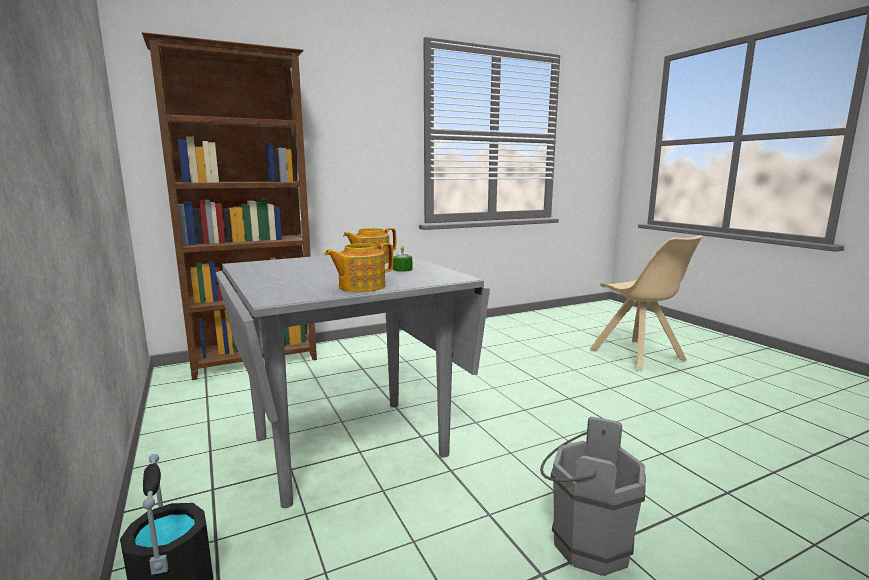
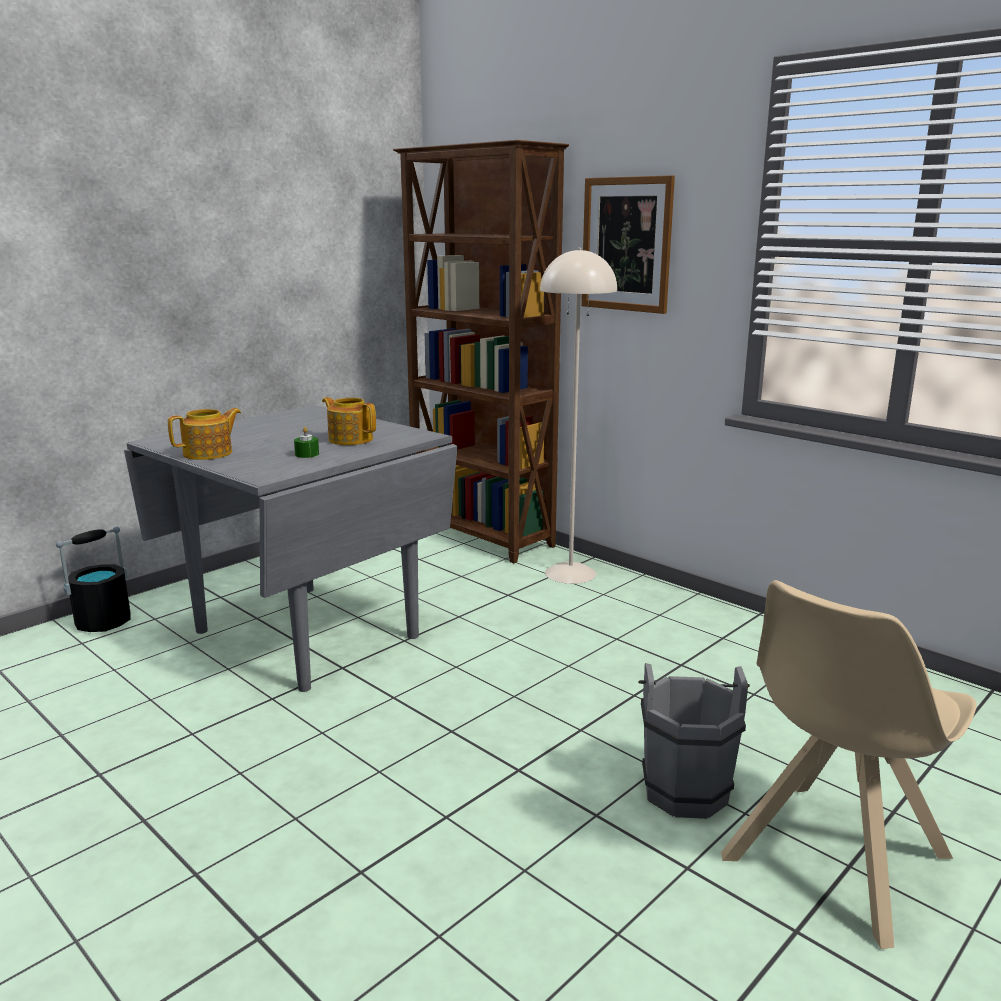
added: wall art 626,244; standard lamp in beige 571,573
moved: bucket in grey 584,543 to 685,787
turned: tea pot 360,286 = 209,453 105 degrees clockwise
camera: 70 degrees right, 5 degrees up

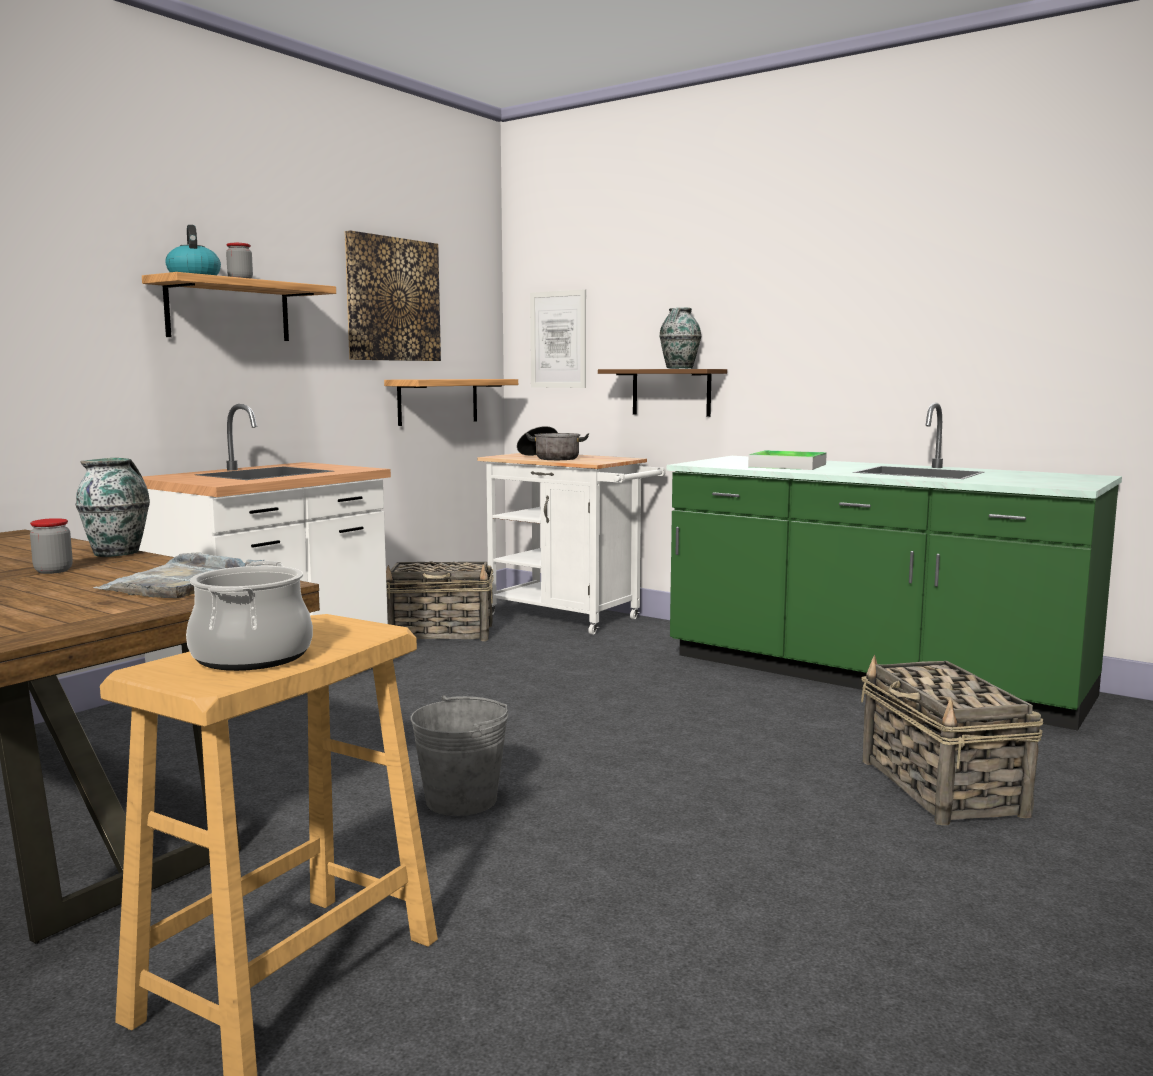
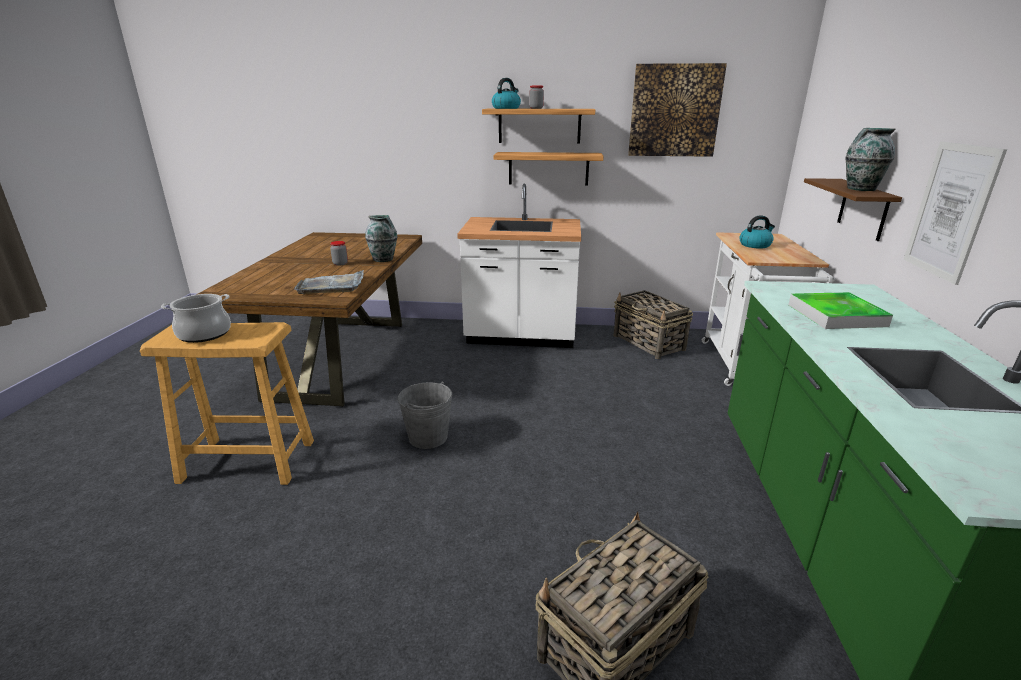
moved: wall art 558,339 to 950,211; bracket shelf 438,401 to 548,168
replaced: stockpot 550,458 to tea kettle 755,245
camera: 60 degrees right, 15 degrees up

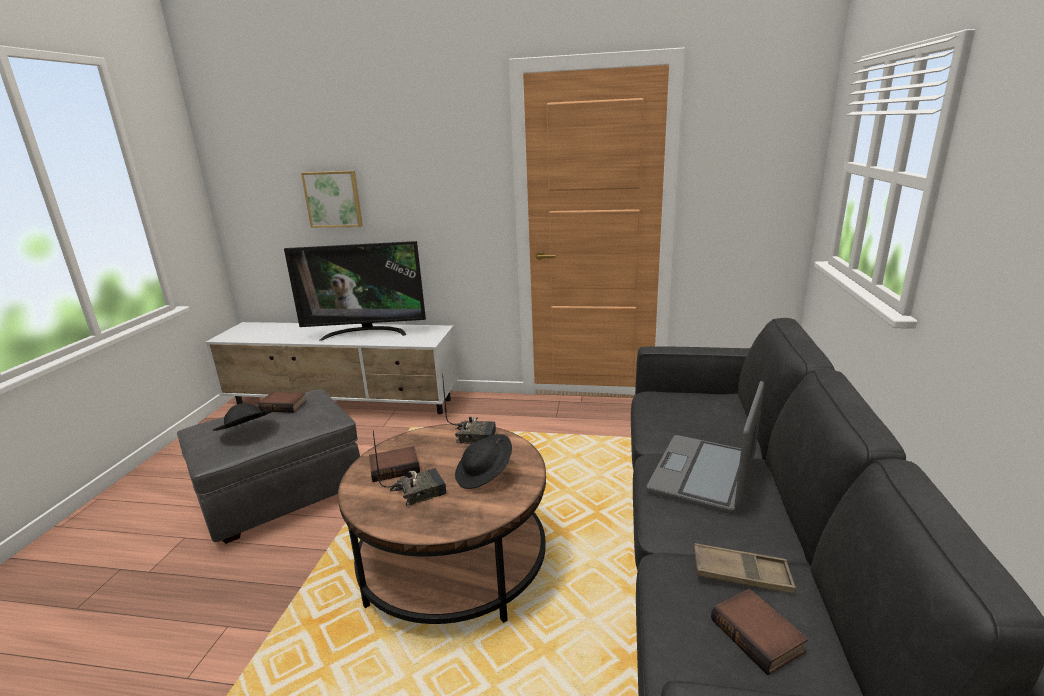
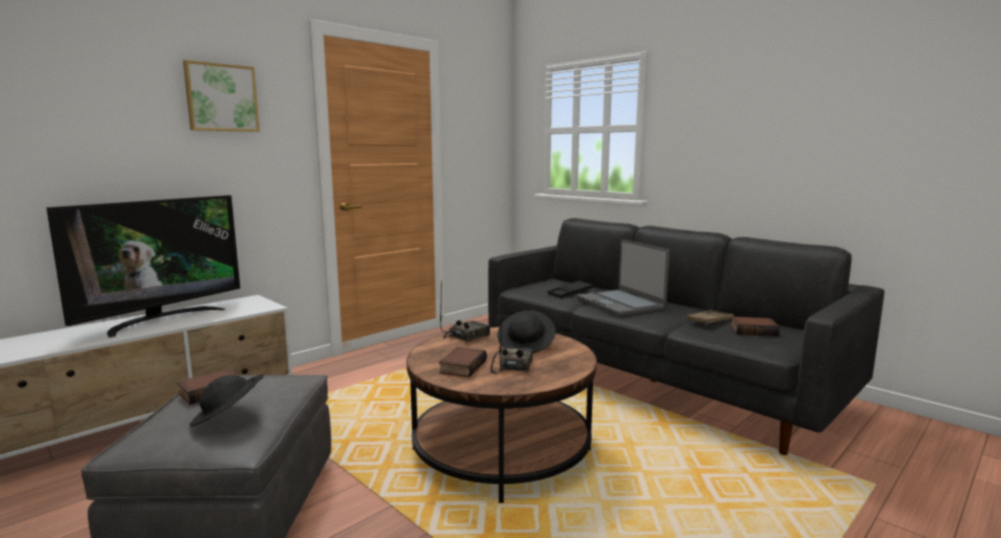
added: carrying tray in black-coloured 570,293
moved: wall art 333,199 to 221,98
camera: 55 degrees left, 10 degrees down

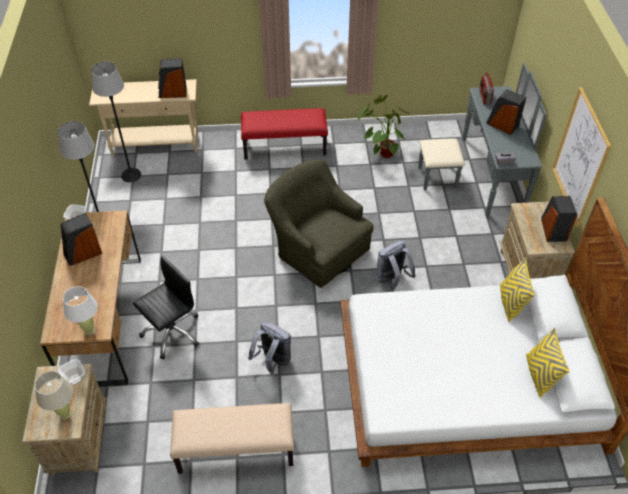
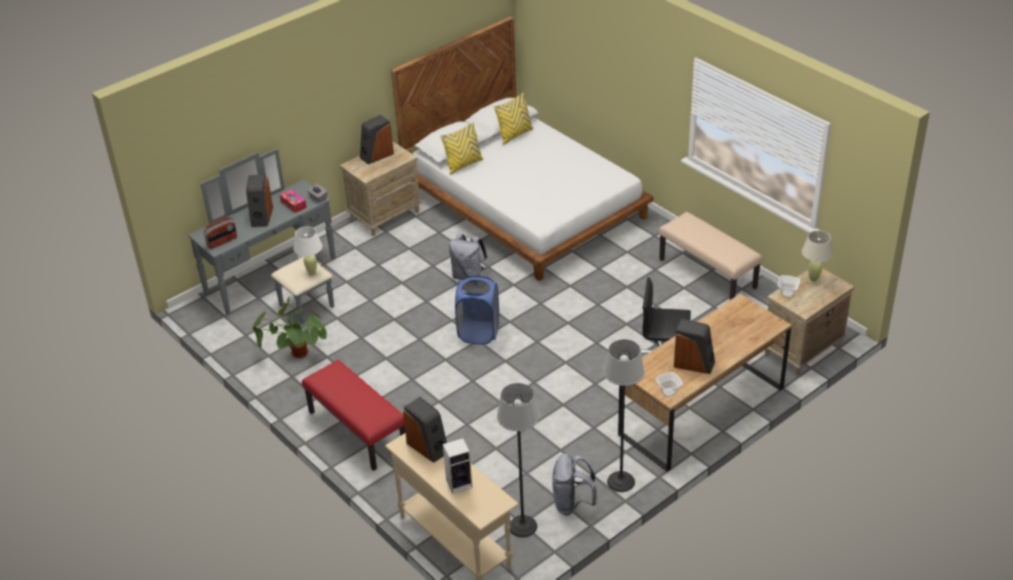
removed: wall art 580,158
added: box of tissues 293,204; loudspeaker 460,483
moved: tabletop lamp in whitish 89,330 to 312,273; rucksack in grey 273,361 to 572,504
replaced: lounge chair in greenish 317,248 to hamper in blue 478,333
camera: 125 degrees left, 10 degrees down

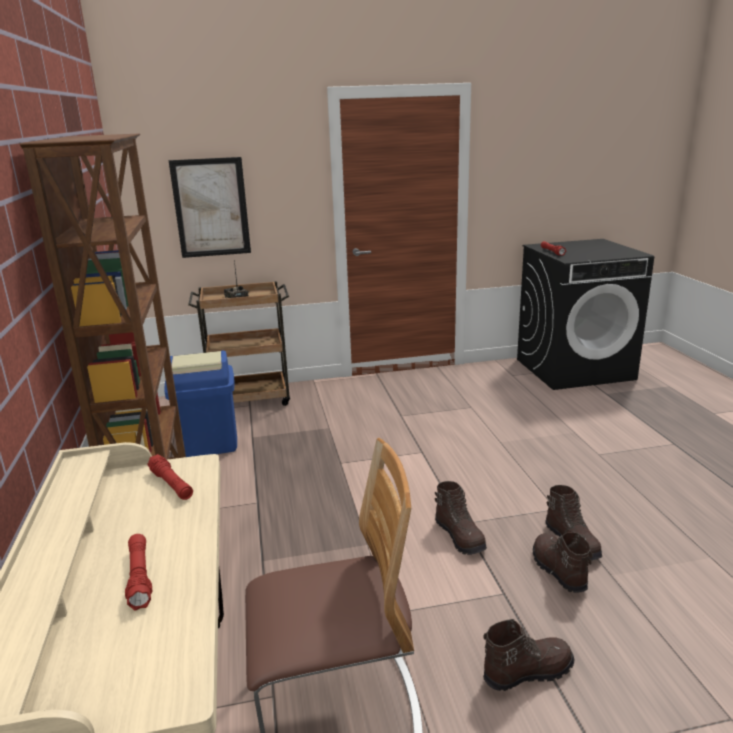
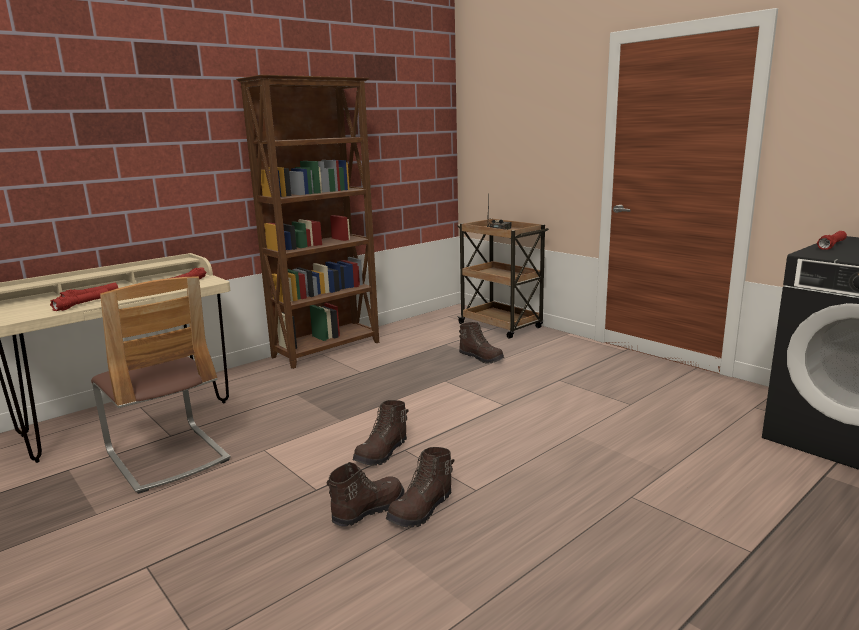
removed: wall art 211,208; rubbish bin in blue 208,443
added: torch in red 82,304
moved: tall boot in brown 527,671 to 481,358
camera: 60 degrees right, 5 degrees down

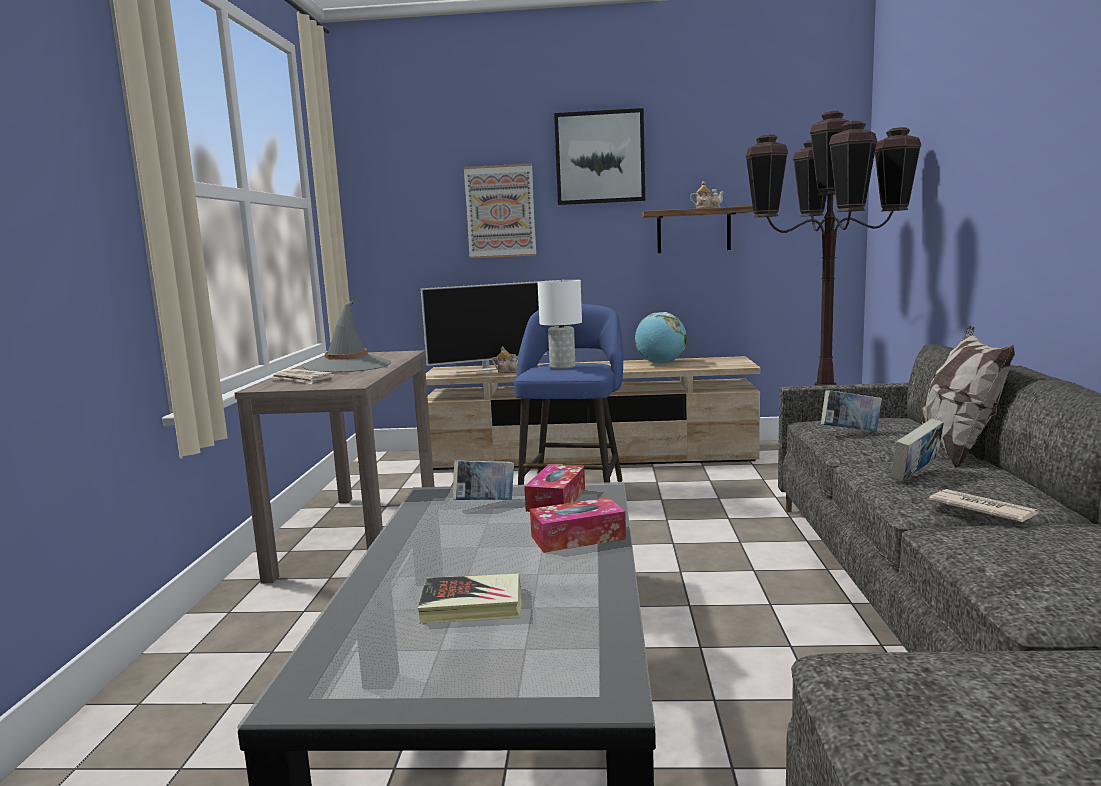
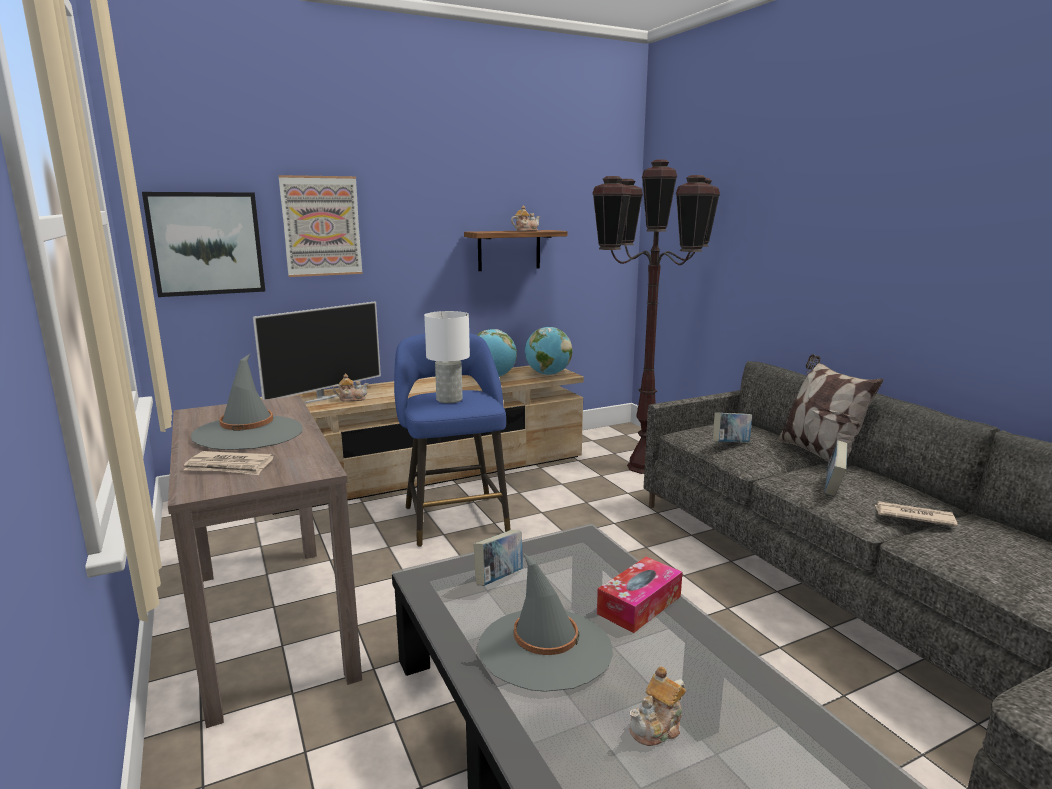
removed: box of tissues 556,500
added: globe 547,374; clothing hat in grey 545,648
moved: wall art 600,157 to 206,243
replaced: bound book 472,606 to tea pot 657,727
camera: 30 degrees left, 5 degrees up

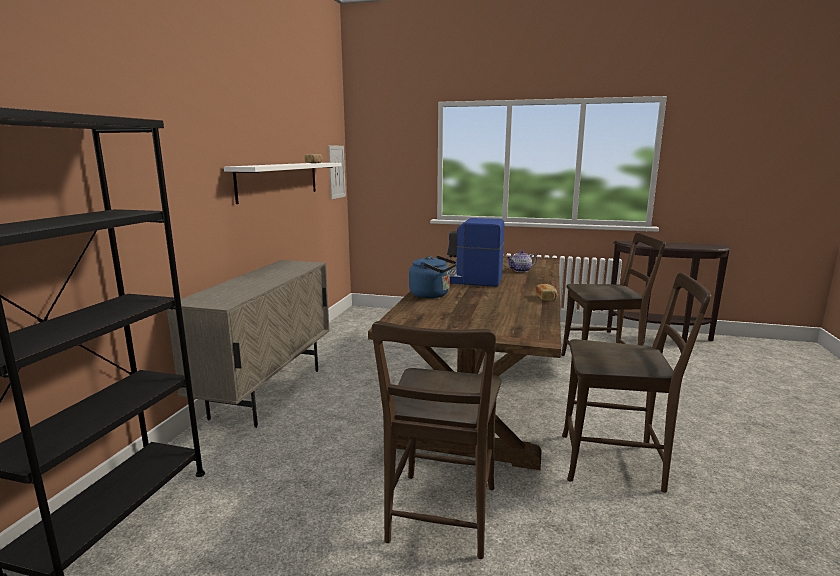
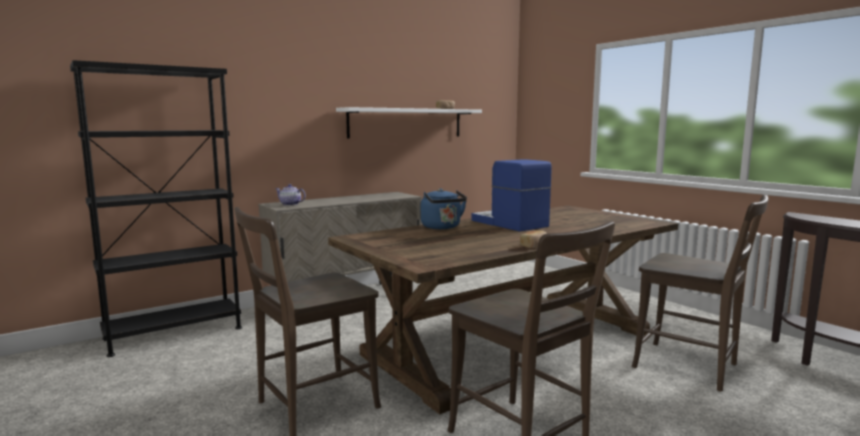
removed: wall art 336,172
moved: tea pot 521,270 to 290,204
camera: 40 degrees right, 5 degrees down

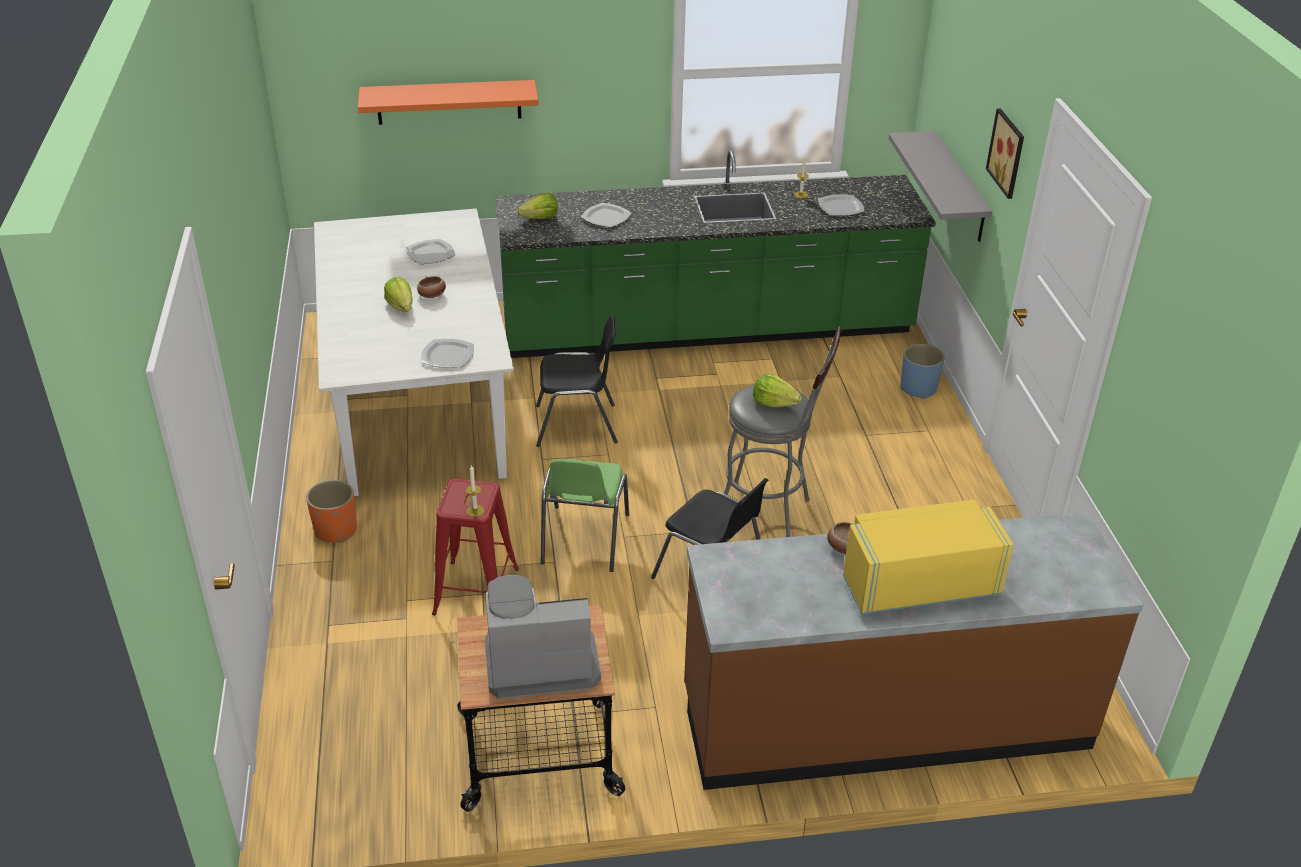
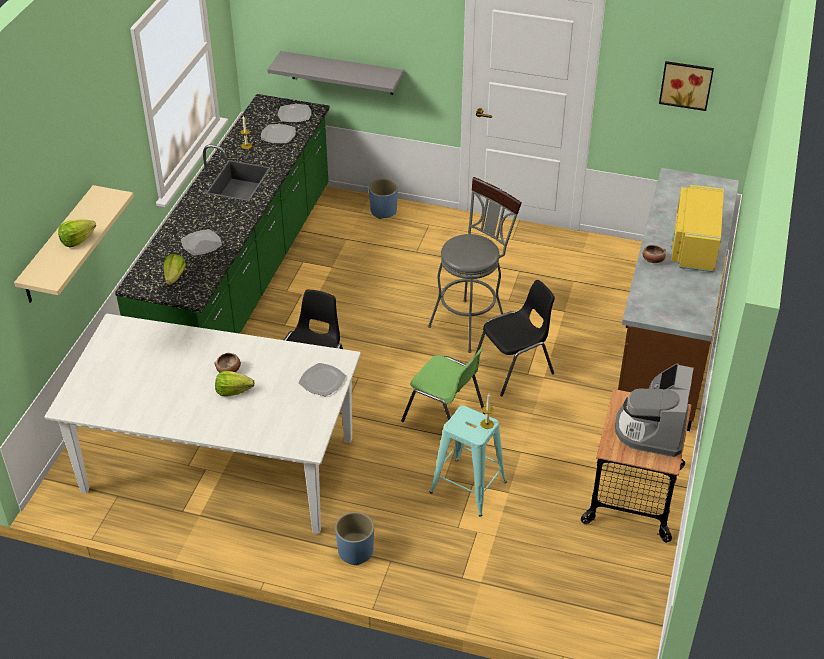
moved: wall art 1009,153 to 686,84; flat dish 430,253 to 294,114; head of lettuce 774,403 to 77,240
recoloured: bracket shelf in orange-coloured 449,102 to bracket shelf in beige 58,246; stool seat in red 476,591 to stool seat in turquoise 468,487; planter in orange-coloured 336,530 to planter in blue 355,551
camera: 65 degrees left, 5 degrees up

